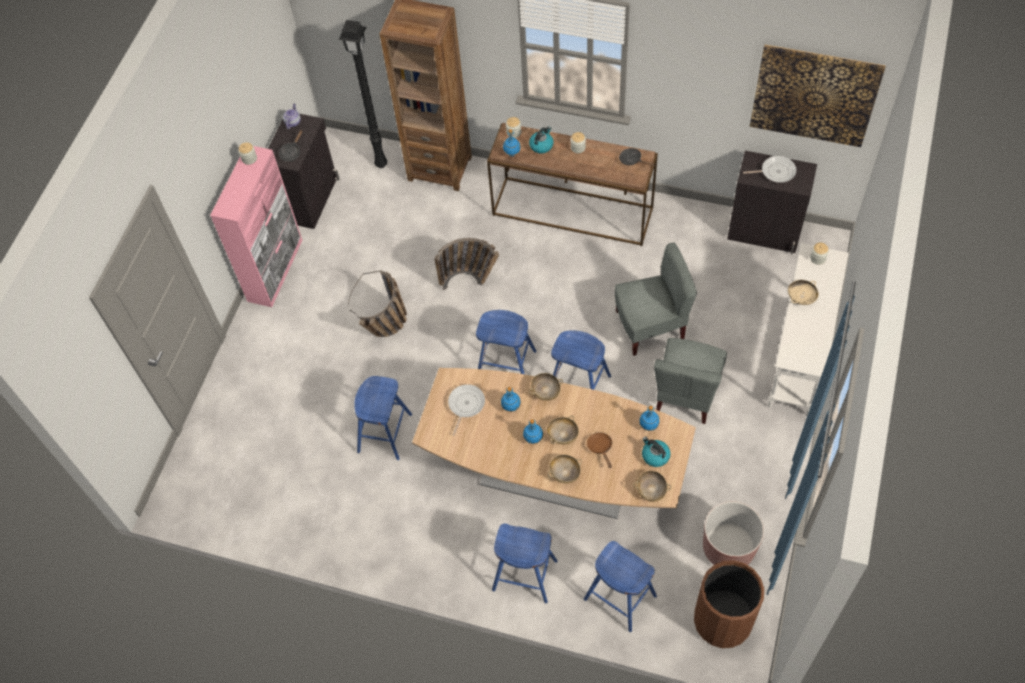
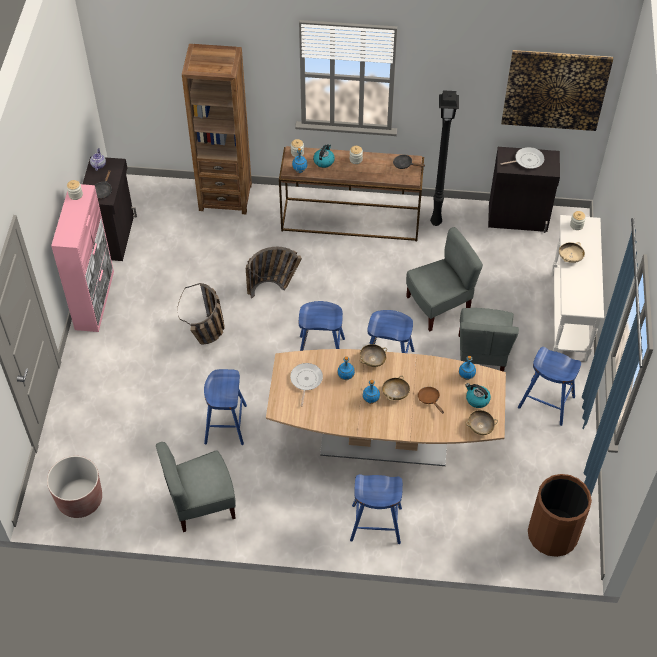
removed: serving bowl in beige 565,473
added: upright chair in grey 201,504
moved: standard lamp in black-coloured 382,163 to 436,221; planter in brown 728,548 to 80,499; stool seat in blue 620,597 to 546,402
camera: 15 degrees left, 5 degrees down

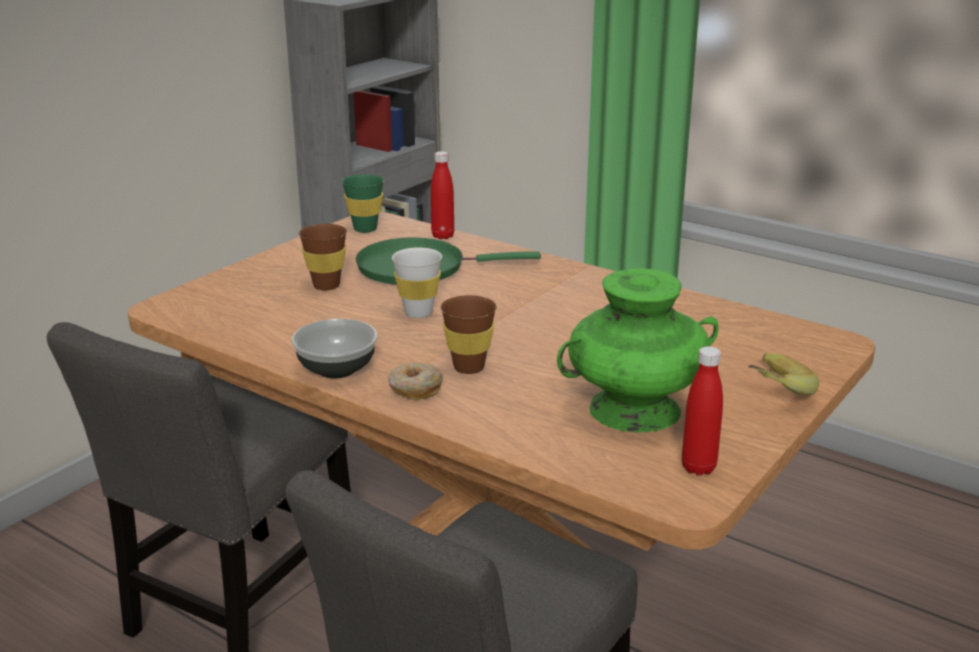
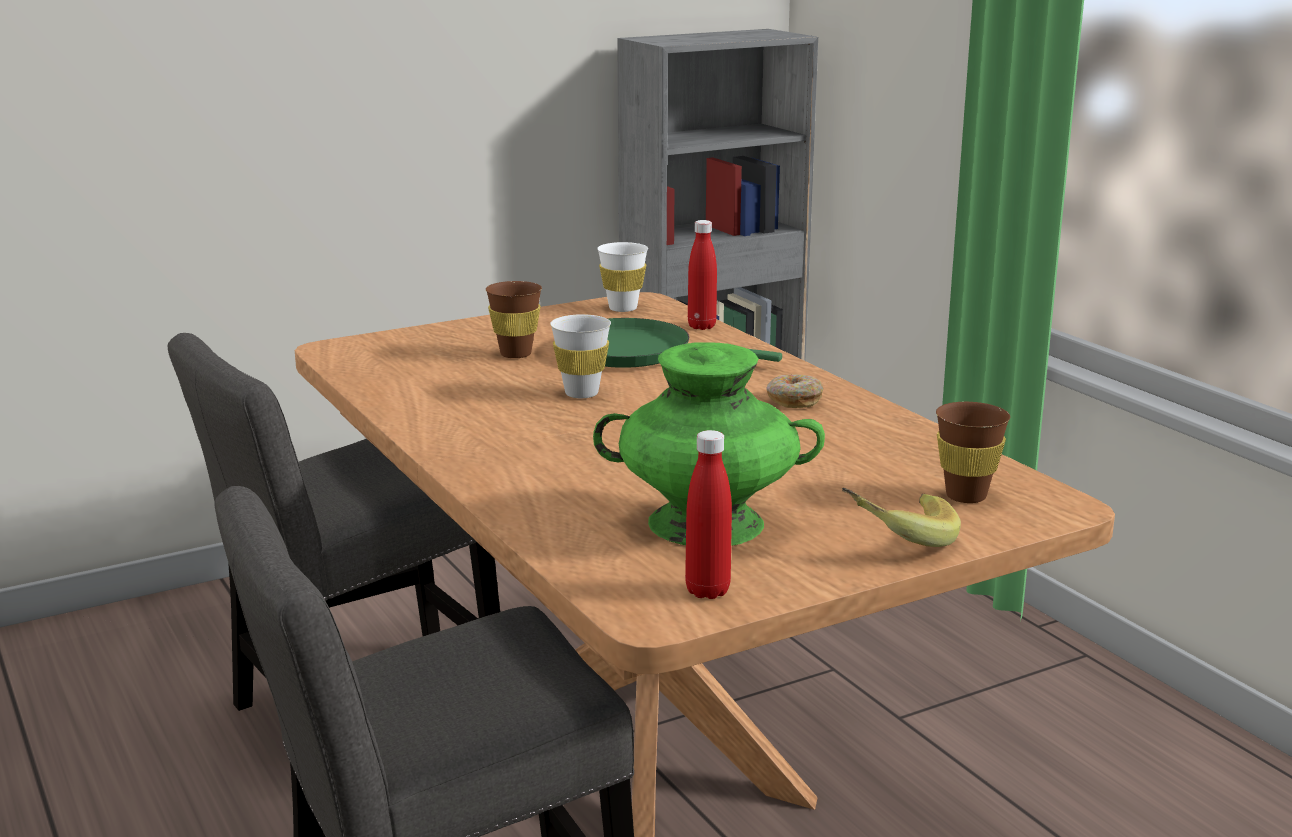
removed: serving bowl 336,369
moved: small cup in brown 469,367 to 966,496; ring doughnut 415,389 to 793,400
recoloured: small cup in greenish 365,229 to small cup in whitish 623,308
camera: 25 degrees right, 5 degrees down

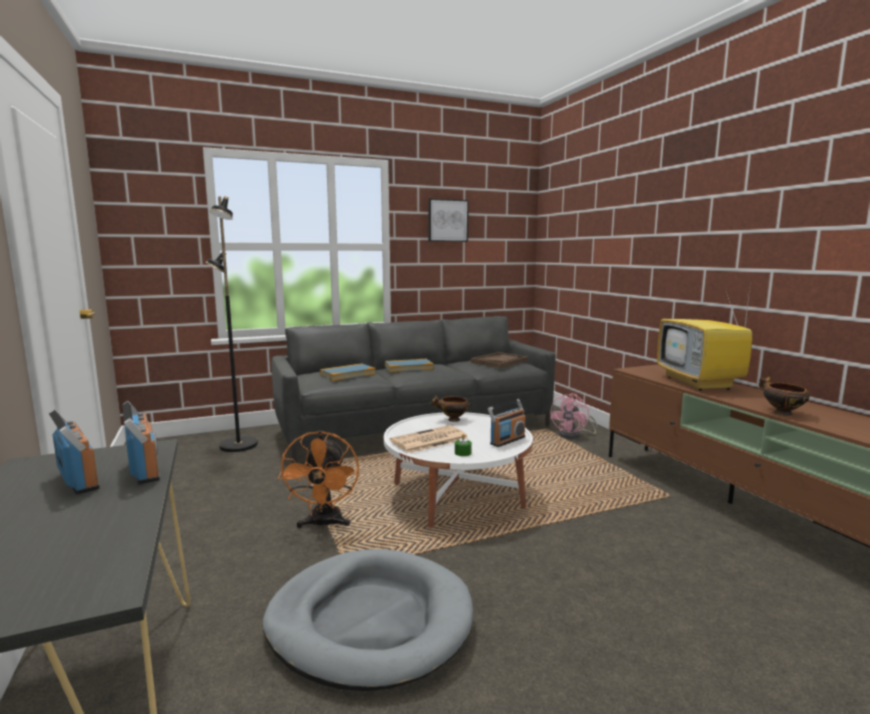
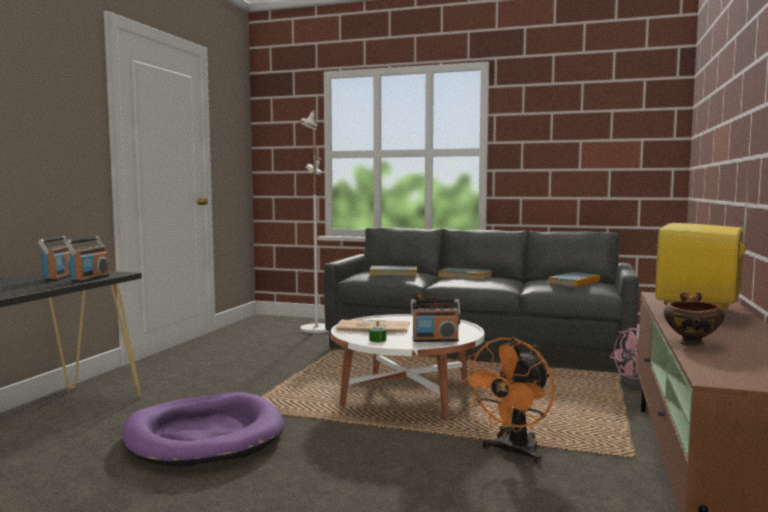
removed: wall art 447,220
moved: fan in orange-coloured 324,524 to 512,453
replaced: carrying tray in brown 499,361 to bound book 574,282
recoloured: standard lamp in black-coloured 237,445 to standard lamp in whitish 315,329; pet bed in grey 370,621 to pet bed in purple 204,436
camera: 40 degrees right, 5 degrees down

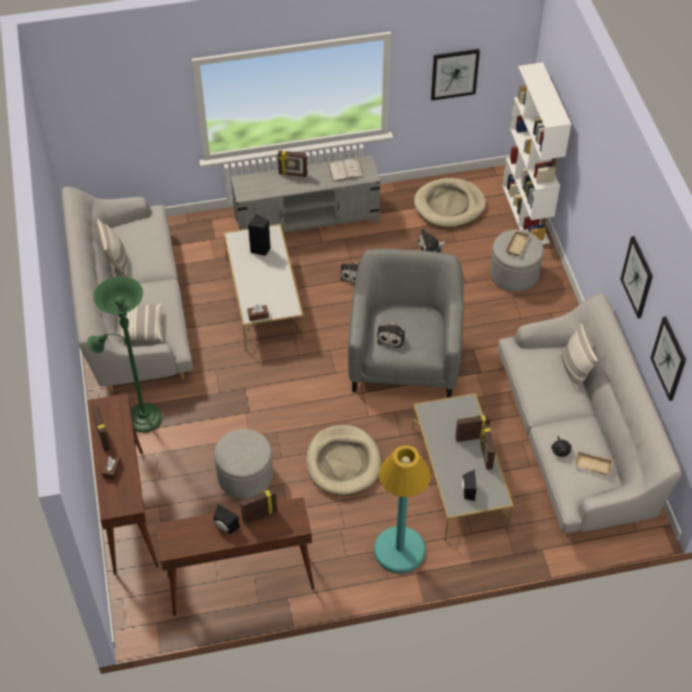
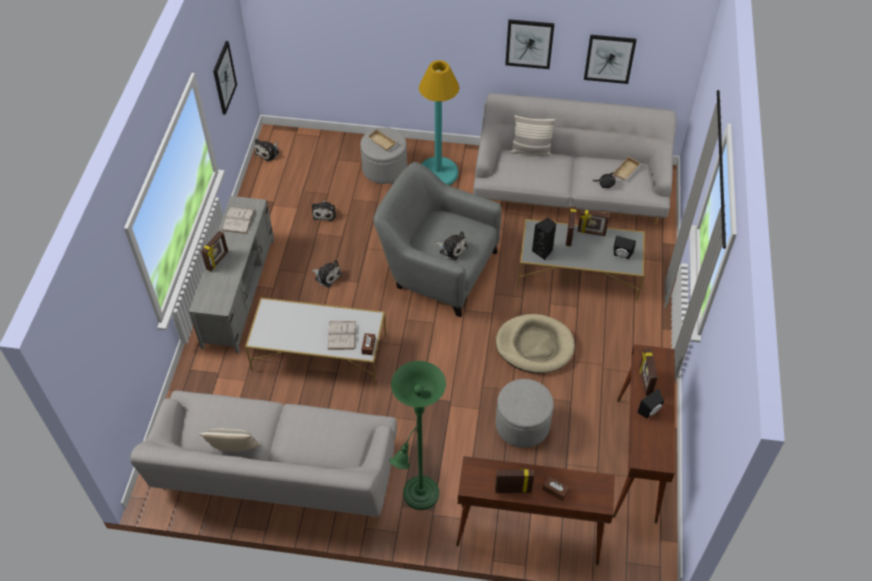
removed: bookshelf in whitish 526,214; pet bed in beige 449,205; throw pillow 140,328
added: cuddly toy 268,152; bound book in whitish 341,335
moved: loudspeaker in black-coloured 261,249 to 543,251; standard lamp in turquoise 399,550 to 438,173
camera: 70 degrees left, 0 degrees up

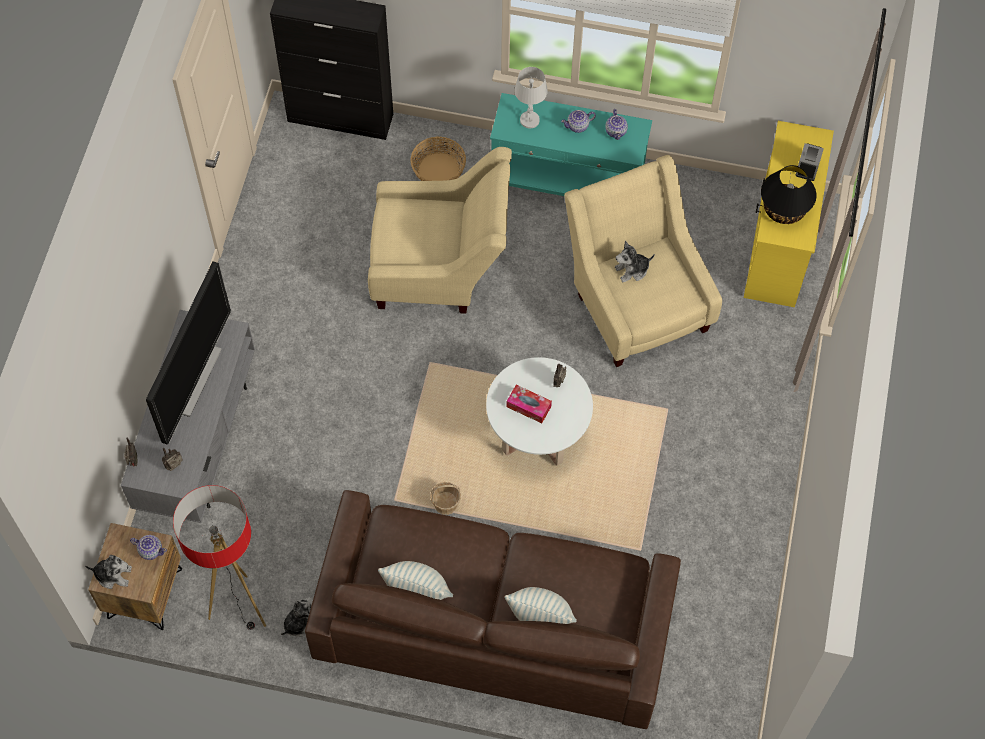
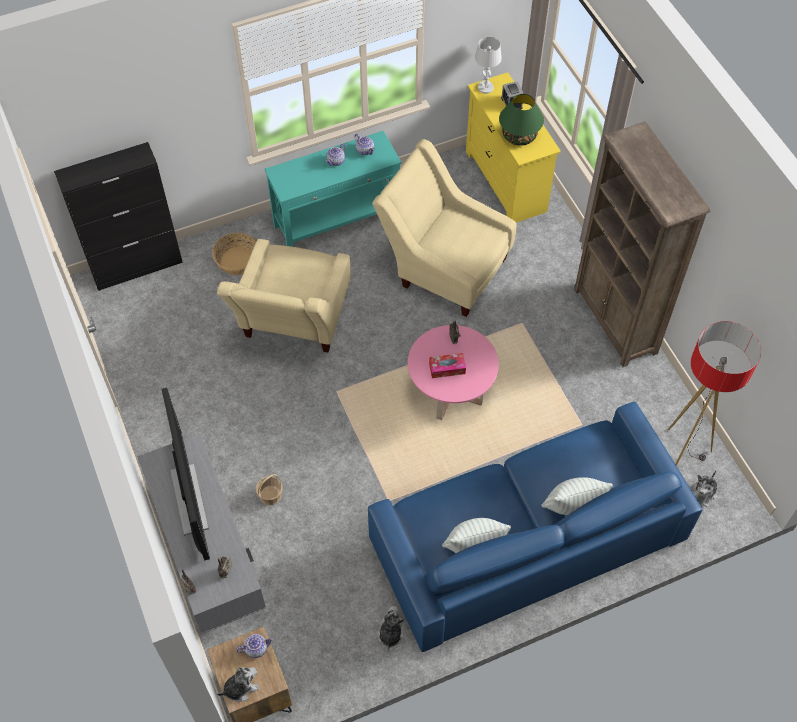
added: bookshelf in brown 615,321
moved: tabletop lamp in whitish 530,120 to 485,87; cuddly toy 632,270 to 704,492; household basket 445,503 to 270,495; standard lamp 240,607 to 684,451
recoloured: tabletop lamp in black-coloured 784,209 to tabletop lamp in greenish 519,136; lounge table in whitish 537,434 to lounge table in pink-coloured 450,393; settee in brown 494,621 to settee in blue 526,537
turned: lounge chair in beige 441,269 = 292,325 135 degrees clockwise
camera: 35 degrees left, 5 degrees down

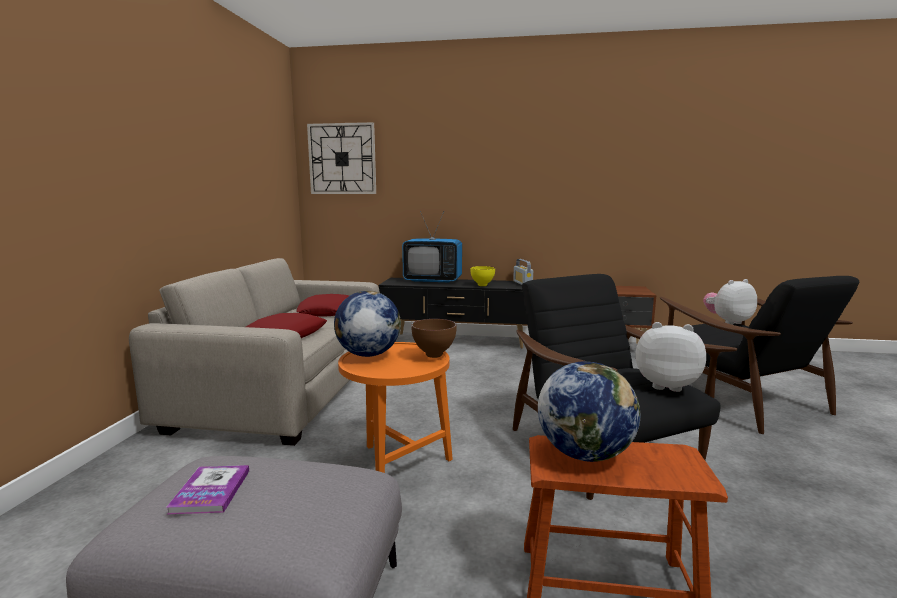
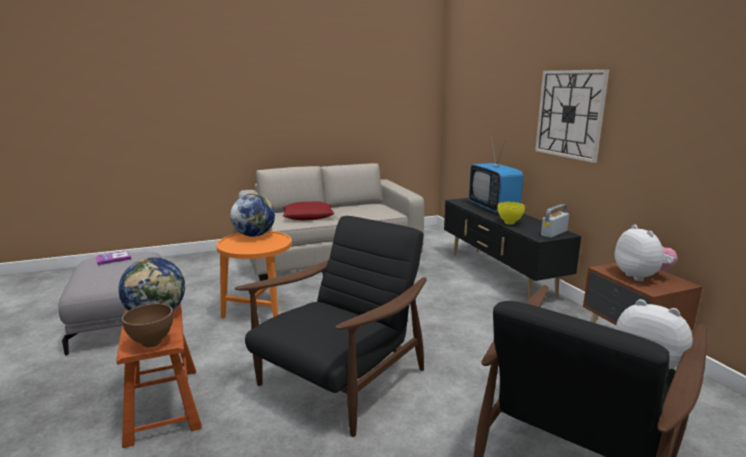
removed: throw pillow in red 327,312
moved: hanging clock 342,159 to 570,114; serving bowl in brown 435,356 to 151,344; cuddly toy 665,385 to 640,277
camera: 60 degrees right, 5 degrees up

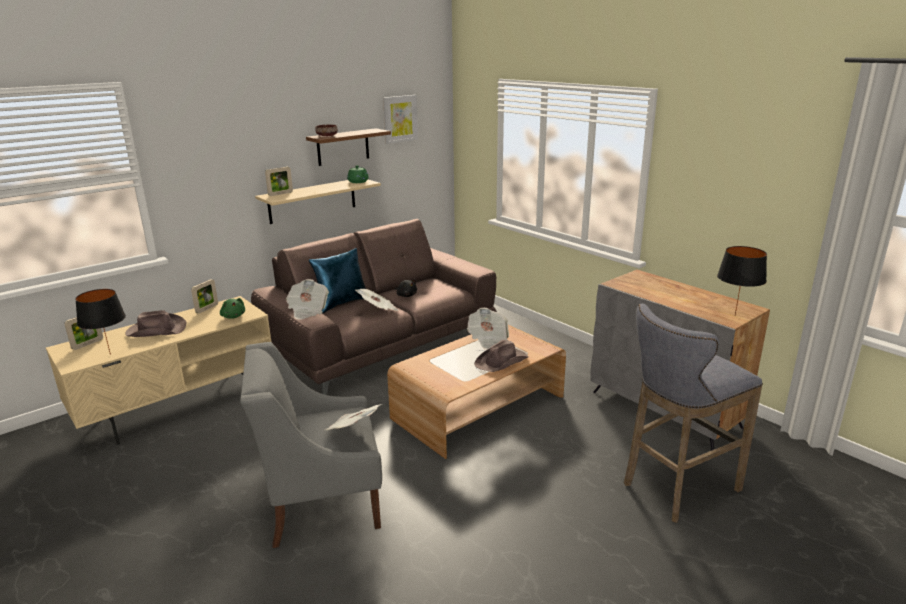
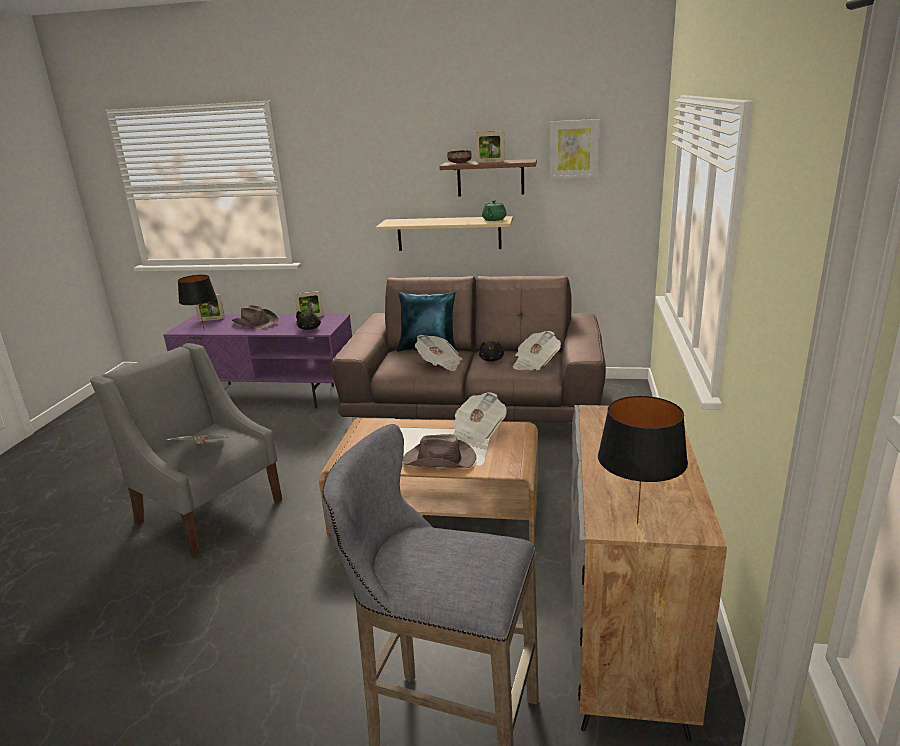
moved: photo frame 280,194 to 490,162; daily paper 307,310 to 535,363
recoloured: tv stand in beige 179,405 to tv stand in purple 272,395; cuddly toy in greenish 233,316 to cuddly toy in black-coloured 310,328
camera: 50 degrees right, 0 degrees up

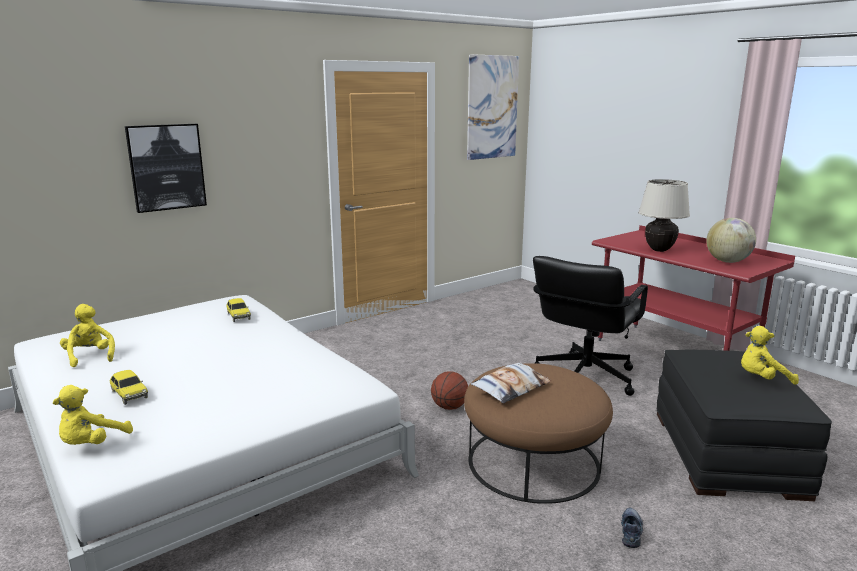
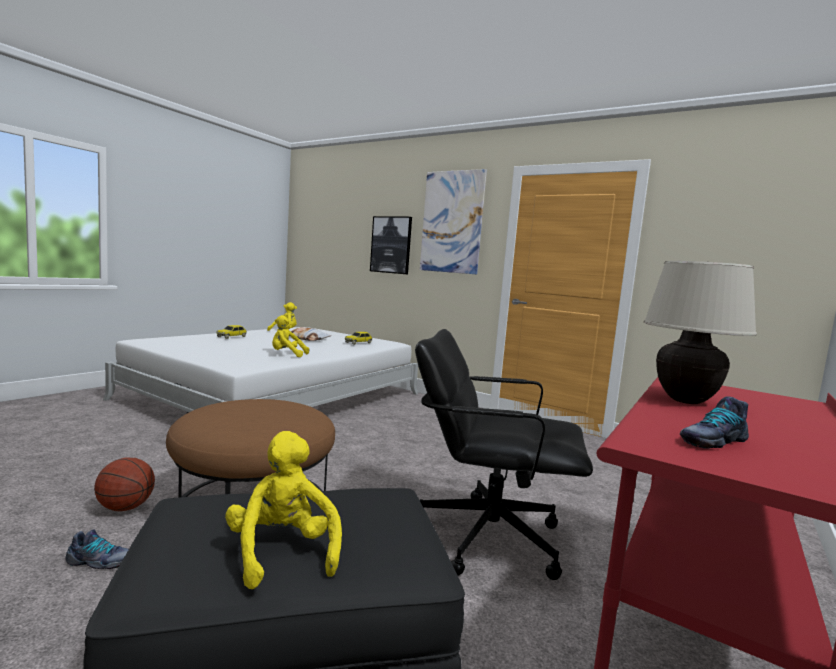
moved: wall art 492,107 to 452,222; throw pillow 511,388 to 307,339; ball for basketball 449,407 to 125,508; cuddly toy in yellow 92,444 to 287,355
replaced: globe 727,261 to shoe 712,440
camera: 70 degrees right, 10 degrees down

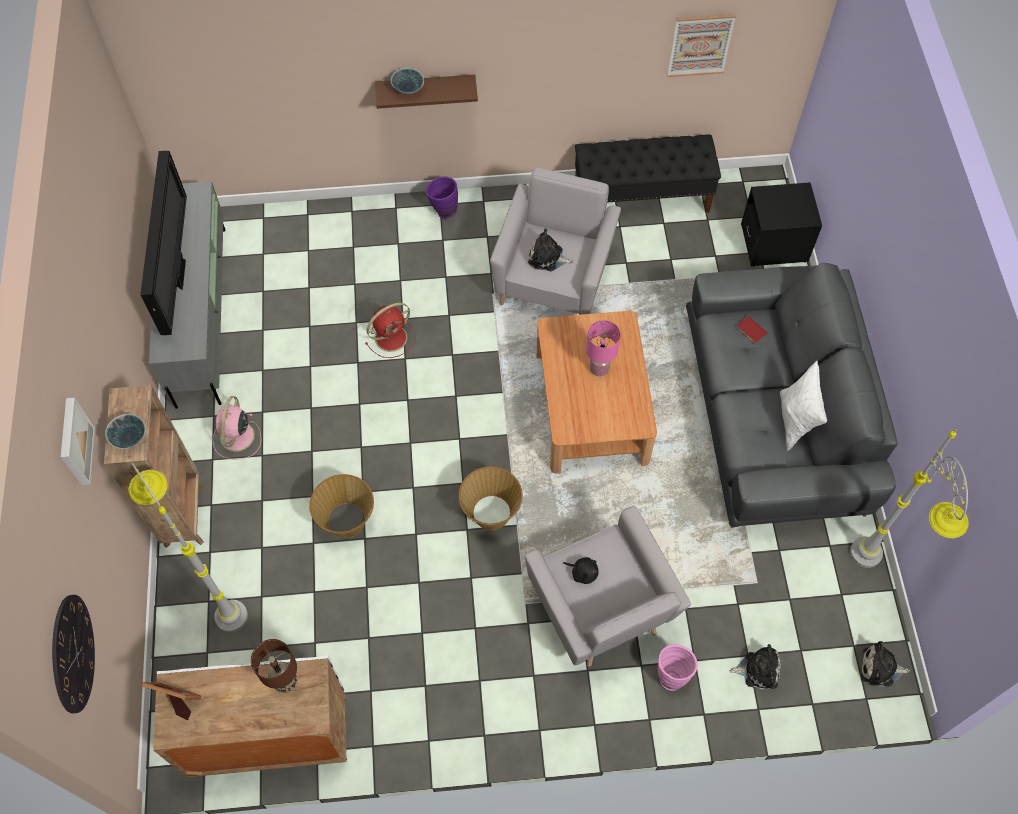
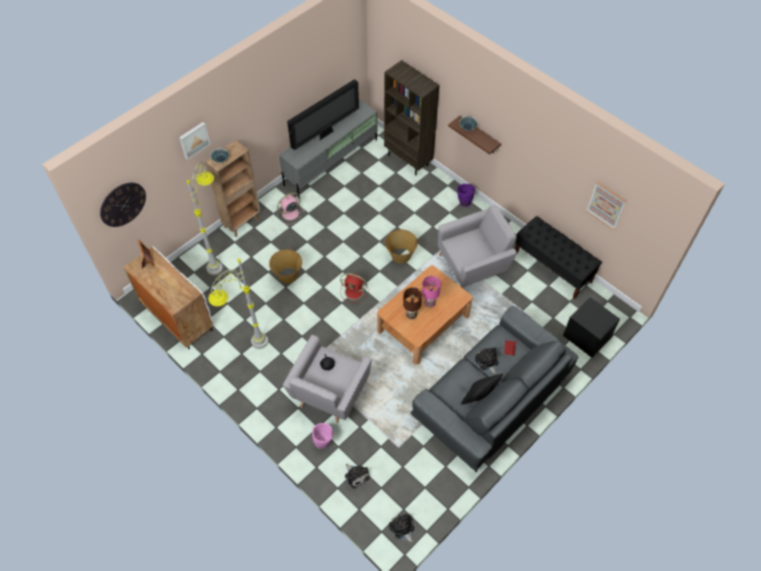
added: bookshelf in brown 408,160
moved: cuddly toy 547,258 to 487,362; fan in red 392,337 to 355,292; standard lamp in grey 872,578 to 248,350; household basket 491,513 to 400,255; tabletop lamp in brown 285,682 to 411,315
recoloured: throw pillow in whitish 795,421 to throw pillow in black-coloured 479,397
camera: 50 degrees right, 5 degrees down

